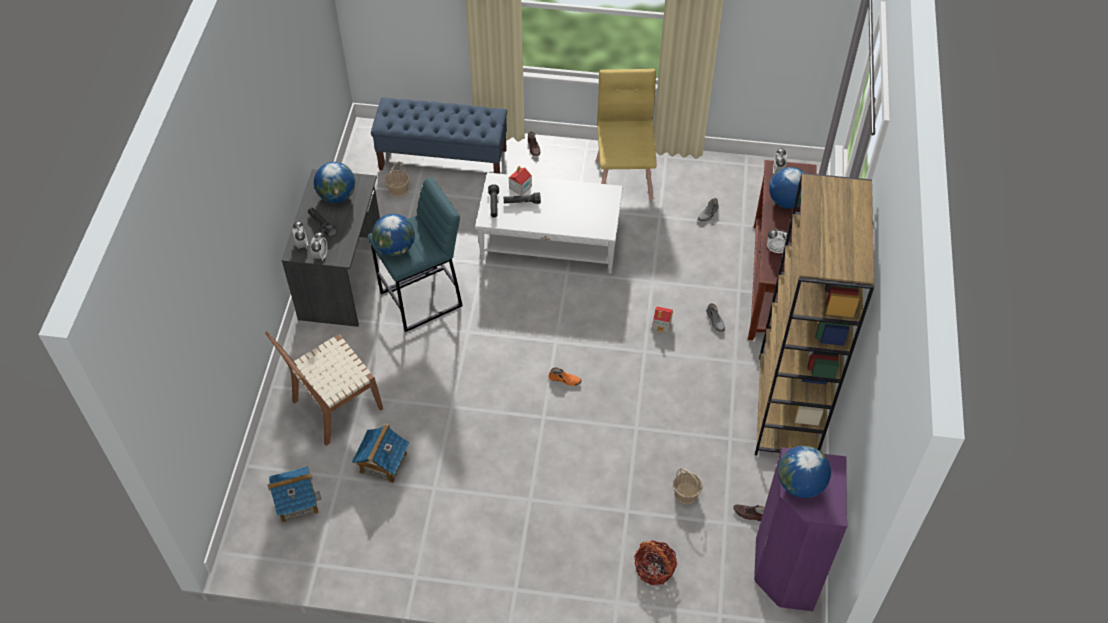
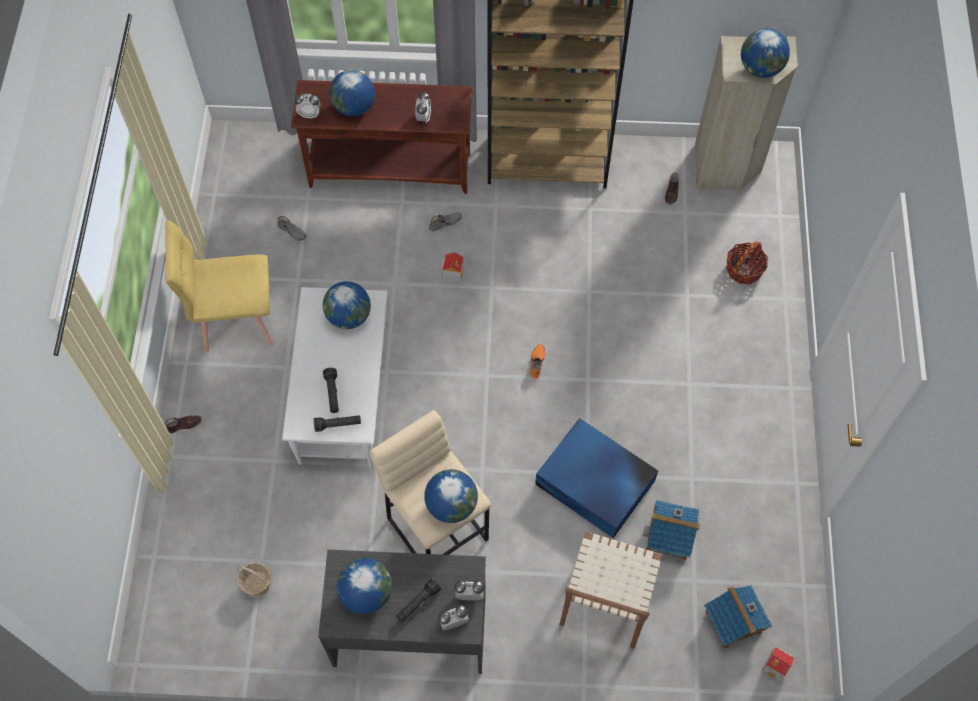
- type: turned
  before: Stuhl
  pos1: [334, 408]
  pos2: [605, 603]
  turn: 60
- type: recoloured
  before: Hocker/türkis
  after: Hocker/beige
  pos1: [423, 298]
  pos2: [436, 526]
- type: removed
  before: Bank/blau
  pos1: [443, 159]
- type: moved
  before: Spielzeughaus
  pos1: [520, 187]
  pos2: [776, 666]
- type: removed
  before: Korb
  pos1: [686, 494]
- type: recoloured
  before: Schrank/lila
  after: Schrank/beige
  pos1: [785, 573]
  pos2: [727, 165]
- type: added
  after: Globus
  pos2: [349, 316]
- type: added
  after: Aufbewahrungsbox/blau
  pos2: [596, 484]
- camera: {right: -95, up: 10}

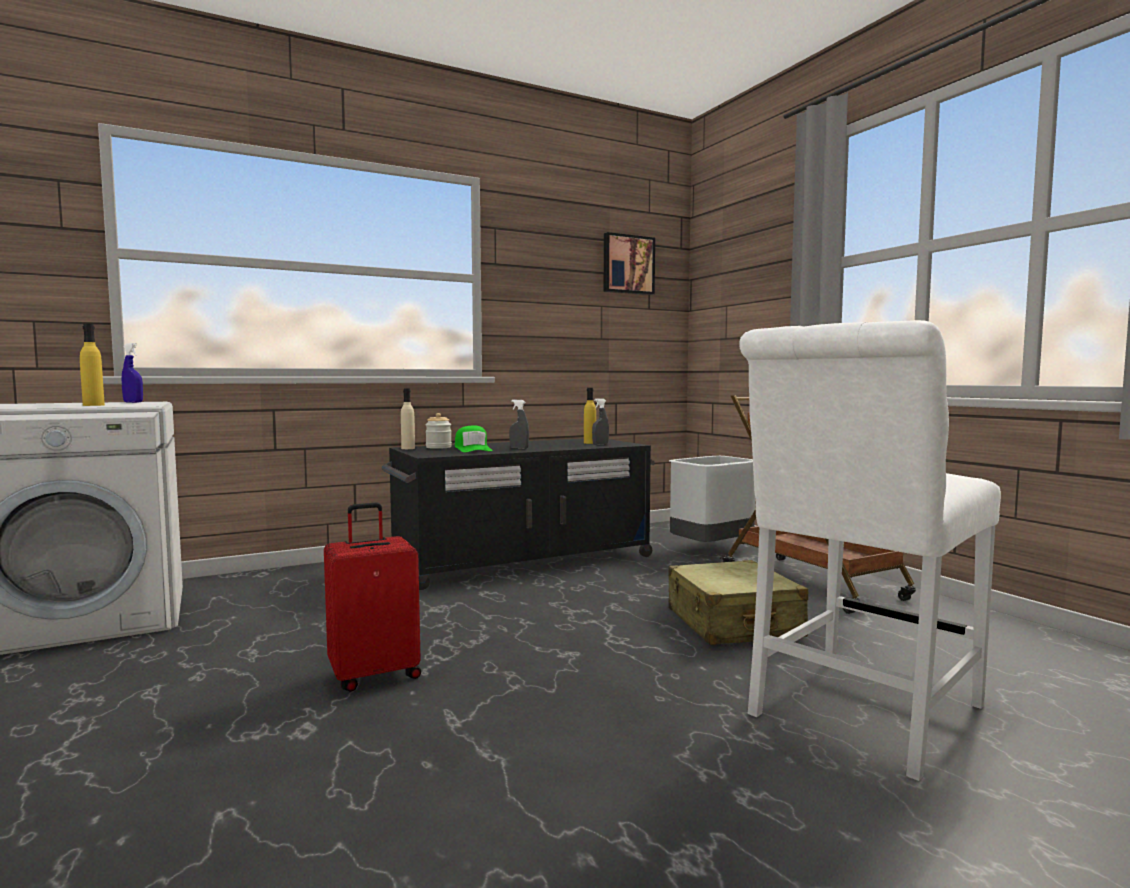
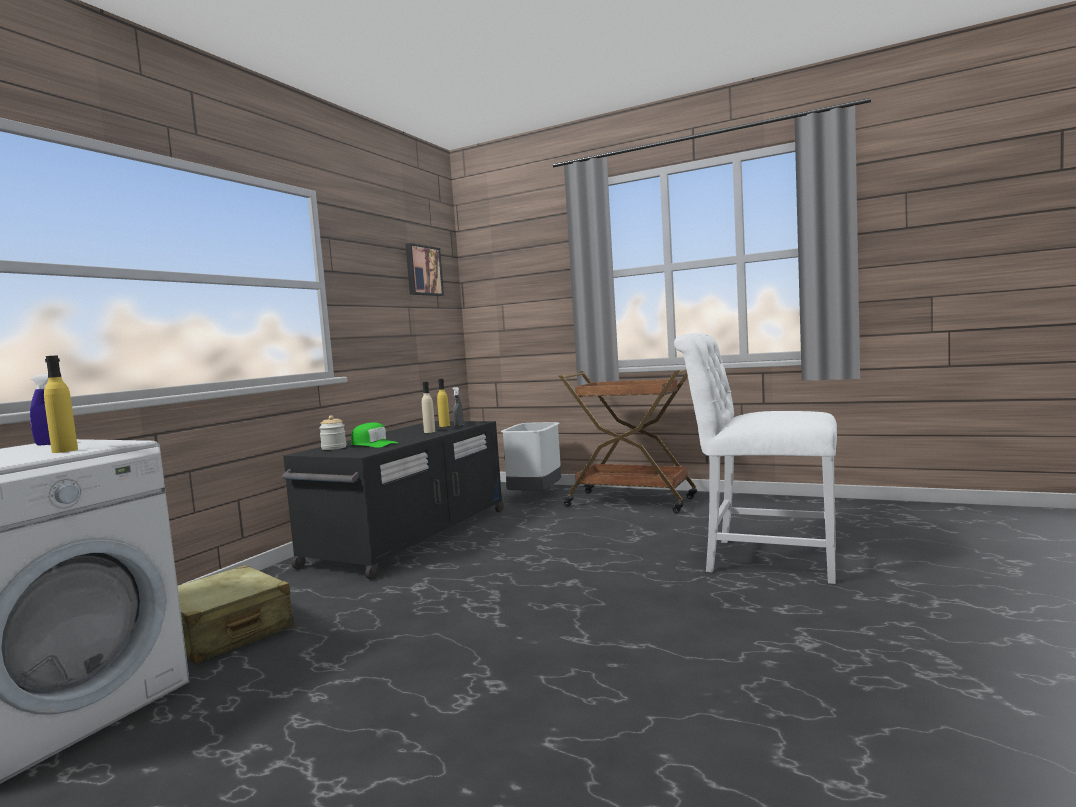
- type: removed
  before: Koffer/rot
  pos1: [375, 674]
- type: moved
  before: Flasche/beige
  pos1: [408, 448]
  pos2: [429, 432]
- type: removed
  before: Sprühflasche/grau
  pos1: [519, 448]
- type: moved
  before: Koffer/beige
  pos1: [732, 623]
  pos2: [226, 632]
- type: turned
  before: Stuhl/weiß
  pos1: [858, 714]
  pos2: [763, 558]
  turn: 105
- camera: {right: -35, up: 0}

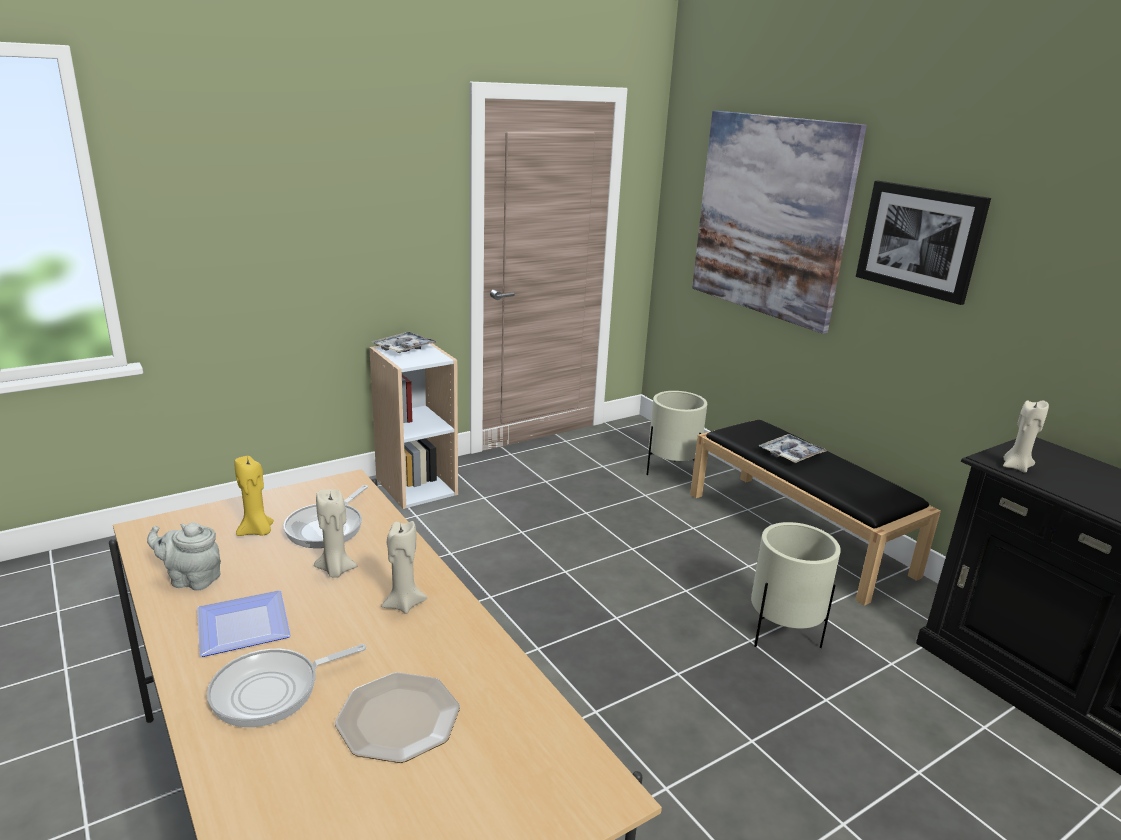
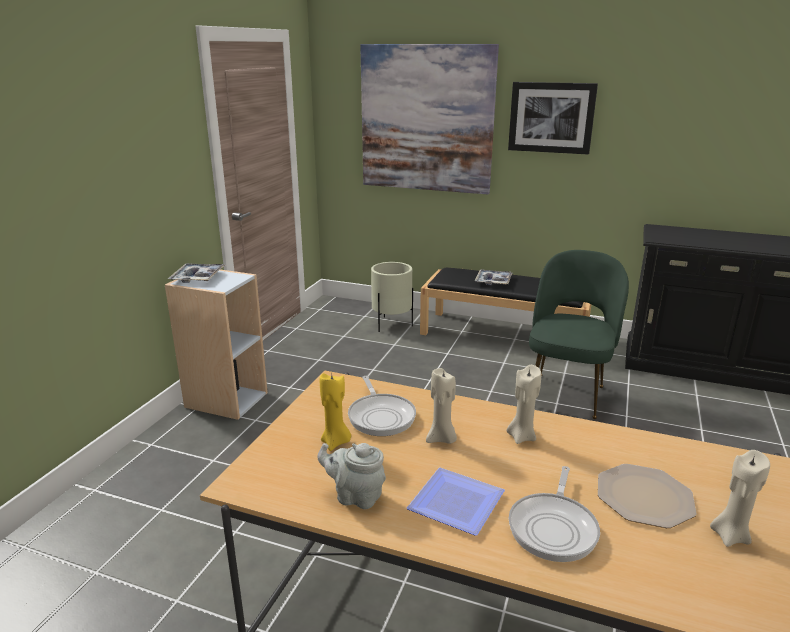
- type: turned
  before: Teekanne/grau
  pos1: [192, 579]
  pos2: [355, 496]
  turn: 45
- type: replaced
  before: Pflanzkübel/beige
  after: Stuhl/grün
  pos1: [783, 634]
  pos2: [567, 392]
- type: moved
  before: Kerze/beige
  pos1: [1016, 467]
  pos2: [730, 535]
- camera: {right: -35, up: 0}

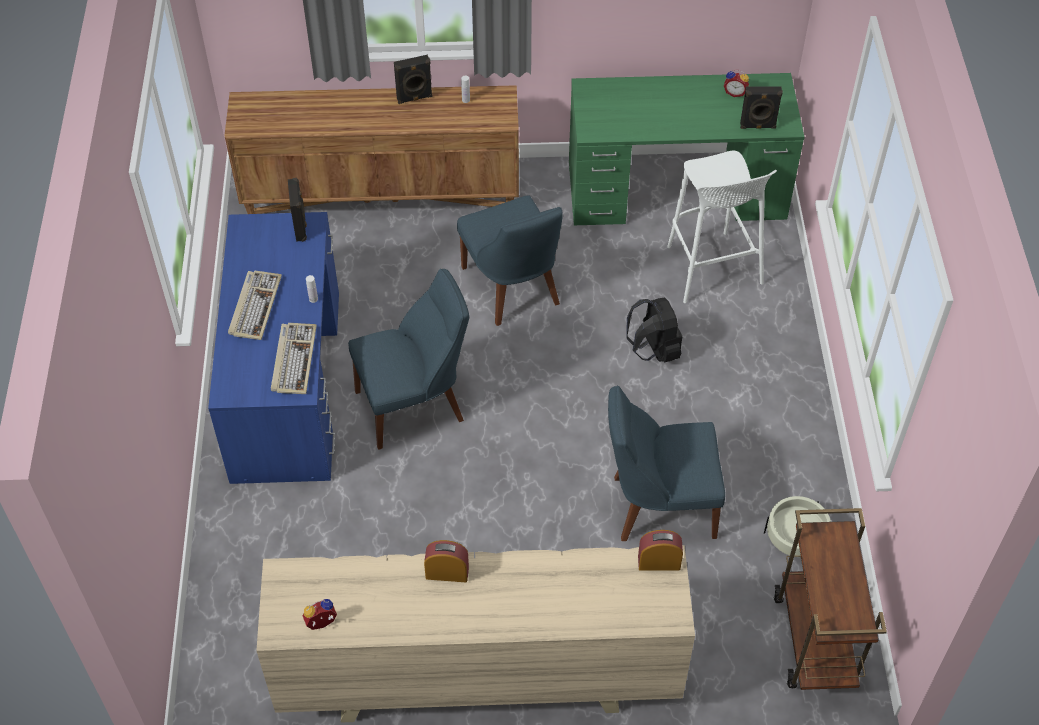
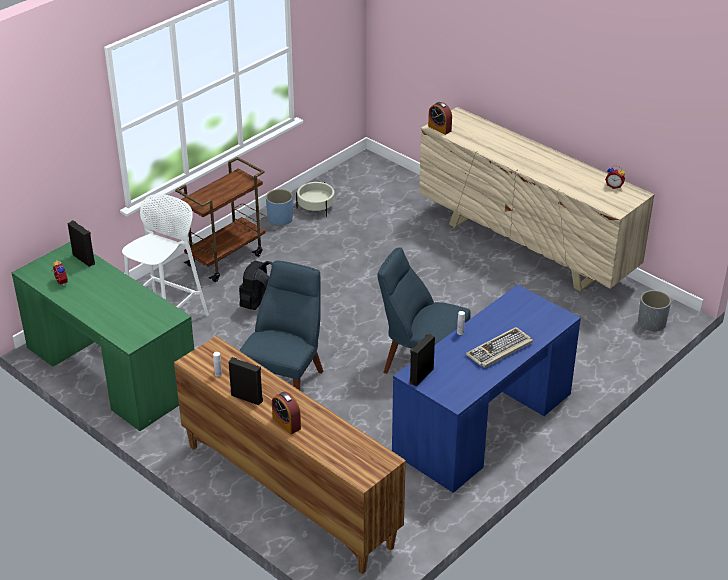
- type: removed
  before: Tastatur
  pos1: [293, 360]
- type: moved
  before: Wecker
  pos1: [447, 573]
  pos2: [286, 423]
- type: removed
  before: Stuhl/blau
  pos1: [658, 506]
- type: moved
  before: Rollwagen/braun
  pos1: [814, 646]
  pos2: [227, 259]
- type: added
  after: Pflanzkübel/blau
  pos2: [280, 219]
- type: added
  after: Pflanzkübel/grau
  pos2: [651, 323]
- camera: {right: -135, up: -15}

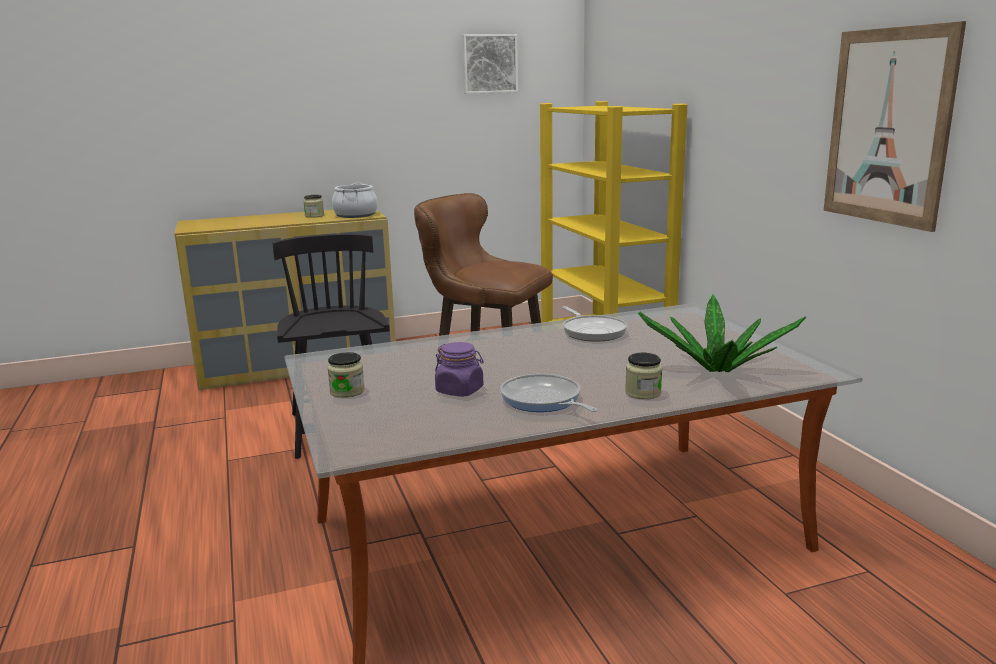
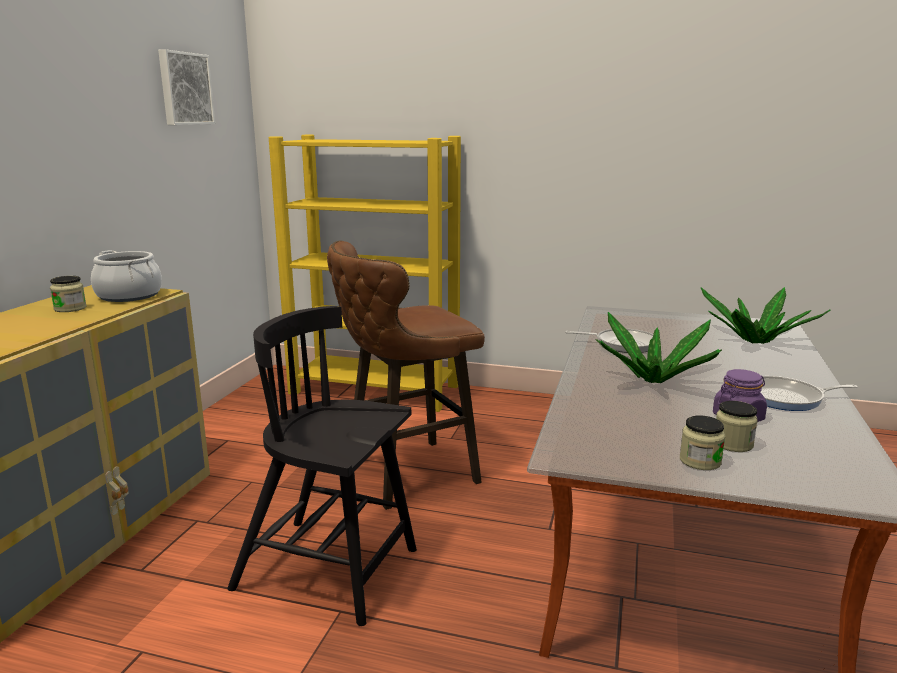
- type: moved
  before: Vorratsglas
  pos1: [643, 393]
  pos2: [733, 444]
- type: removed
  before: Bild
  pos1: [888, 127]
- type: added
  after: Topfpflanze
  pos2: [653, 380]
- camera: {right: -55, up: 0}

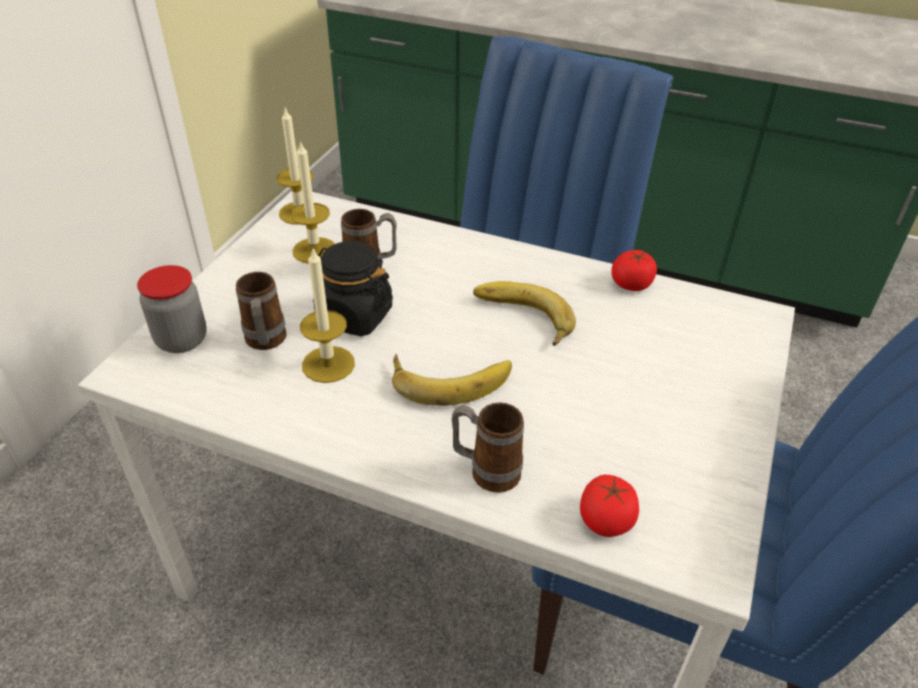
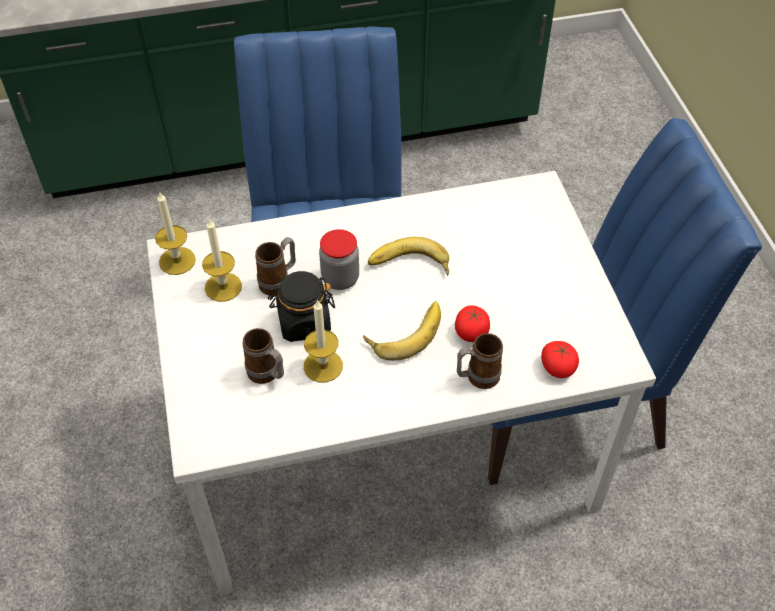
- type: moved
  before: Vorratsglas
  pos1: [182, 340]
  pos2: [340, 279]
- type: moved
  before: Tomate
  pos1: [631, 283]
  pos2: [471, 332]
- camera: {right: -35, up: 10}

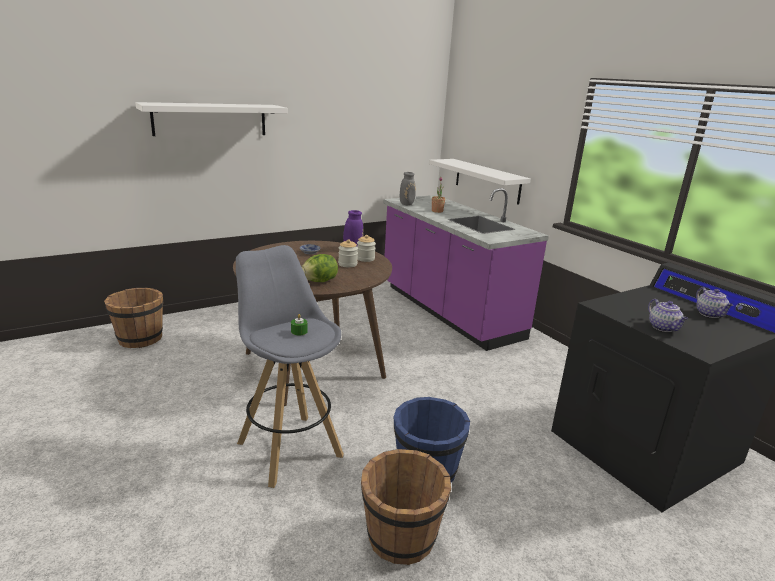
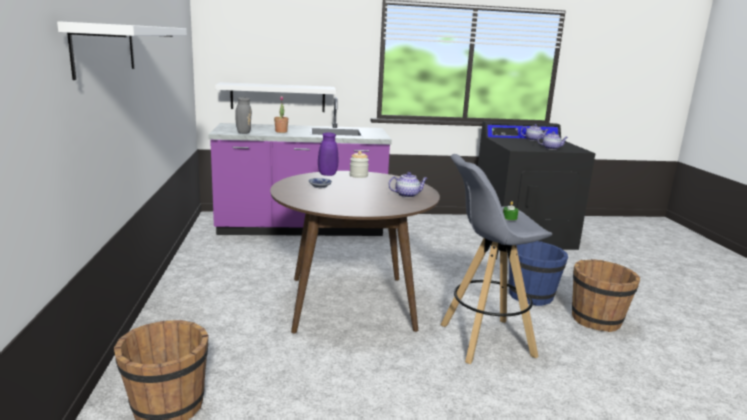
- type: replaced
  before: Salatkopf
  after: Teekanne
  pos1: [319, 281]
  pos2: [407, 195]
- type: removed
  before: Vorratsglas
  pos1: [347, 264]
- camera: {right: -65, up: -5}

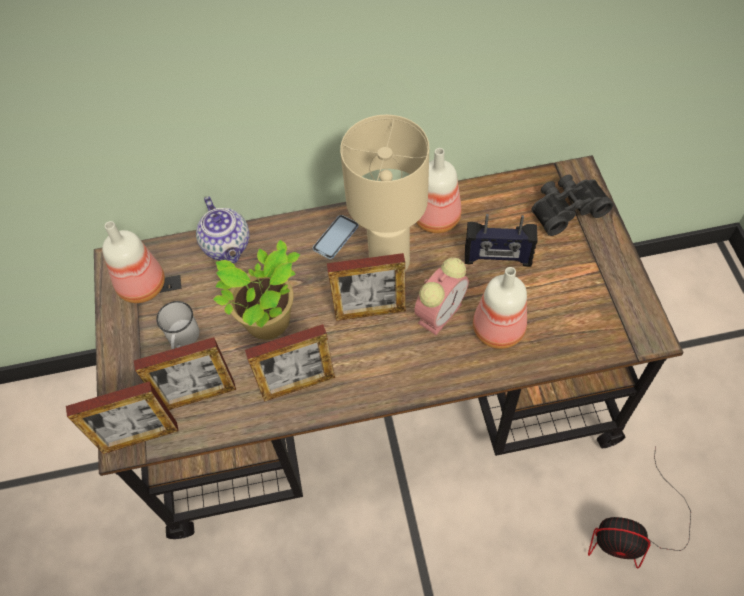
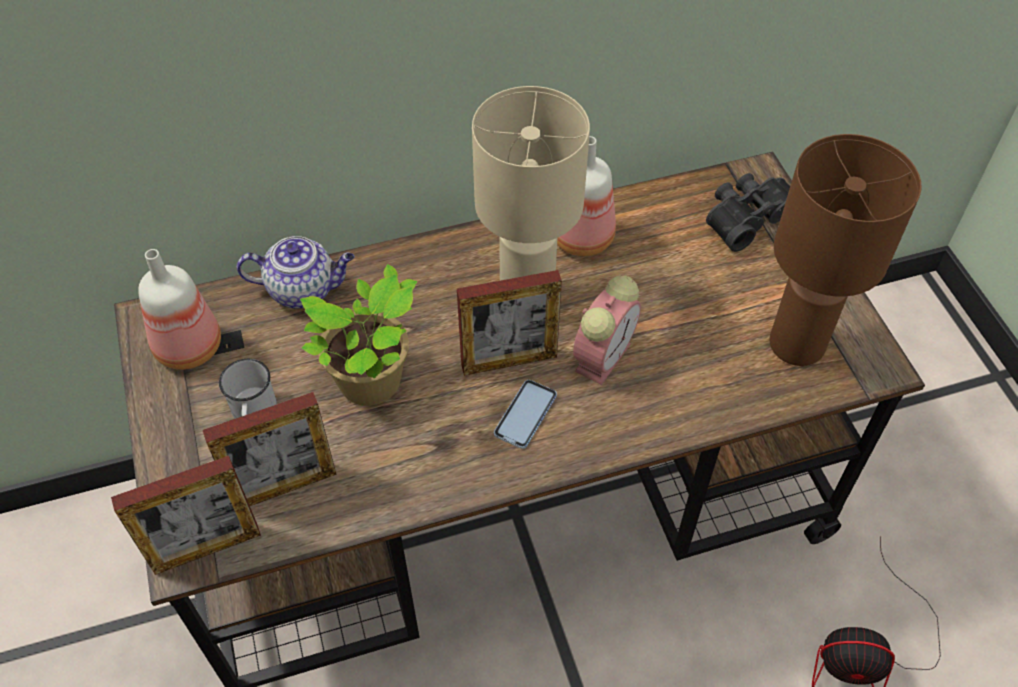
- type: turned
  before: Teekanne
  pos1: [228, 246]
  pos2: [304, 289]
  turn: -60
- type: removed
  before: Bilderrahmen
  pos1: [298, 385]
- type: moved
  before: Handy
  pos1: [335, 238]
  pos2: [525, 415]
- type: removed
  before: Radio
  pos1: [497, 258]
- type: removed
  before: Flasche
  pos1: [496, 329]
- type: added
  after: Tischlampe/braun
  pos2: [796, 345]
- camera: {right: -10, up: -5}

